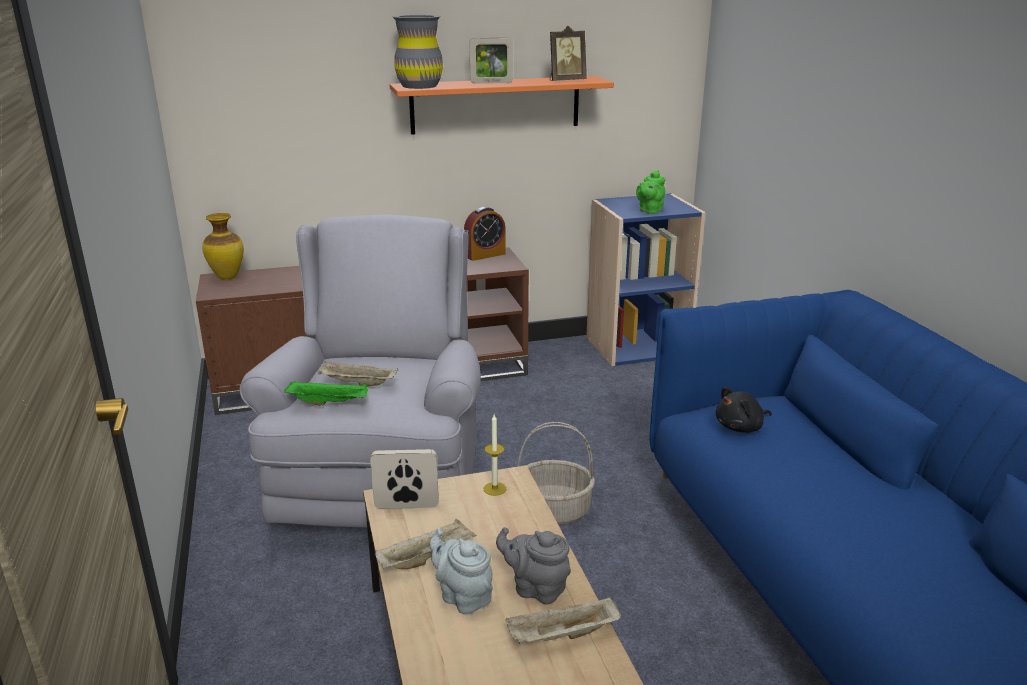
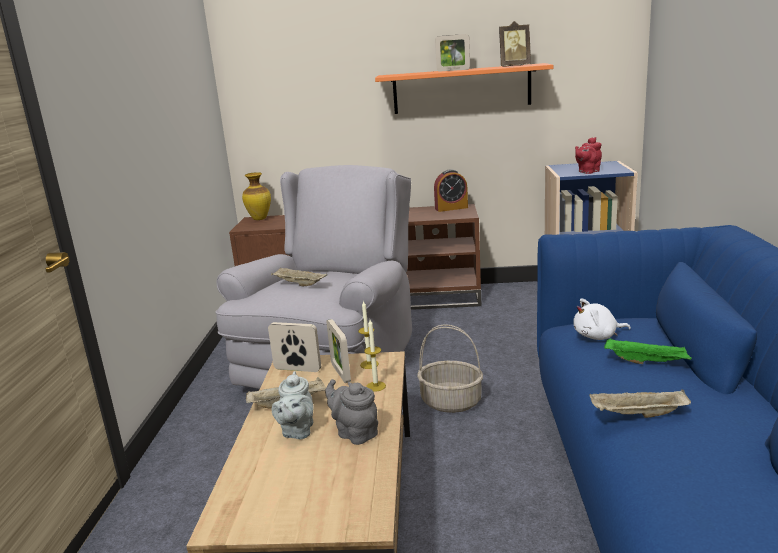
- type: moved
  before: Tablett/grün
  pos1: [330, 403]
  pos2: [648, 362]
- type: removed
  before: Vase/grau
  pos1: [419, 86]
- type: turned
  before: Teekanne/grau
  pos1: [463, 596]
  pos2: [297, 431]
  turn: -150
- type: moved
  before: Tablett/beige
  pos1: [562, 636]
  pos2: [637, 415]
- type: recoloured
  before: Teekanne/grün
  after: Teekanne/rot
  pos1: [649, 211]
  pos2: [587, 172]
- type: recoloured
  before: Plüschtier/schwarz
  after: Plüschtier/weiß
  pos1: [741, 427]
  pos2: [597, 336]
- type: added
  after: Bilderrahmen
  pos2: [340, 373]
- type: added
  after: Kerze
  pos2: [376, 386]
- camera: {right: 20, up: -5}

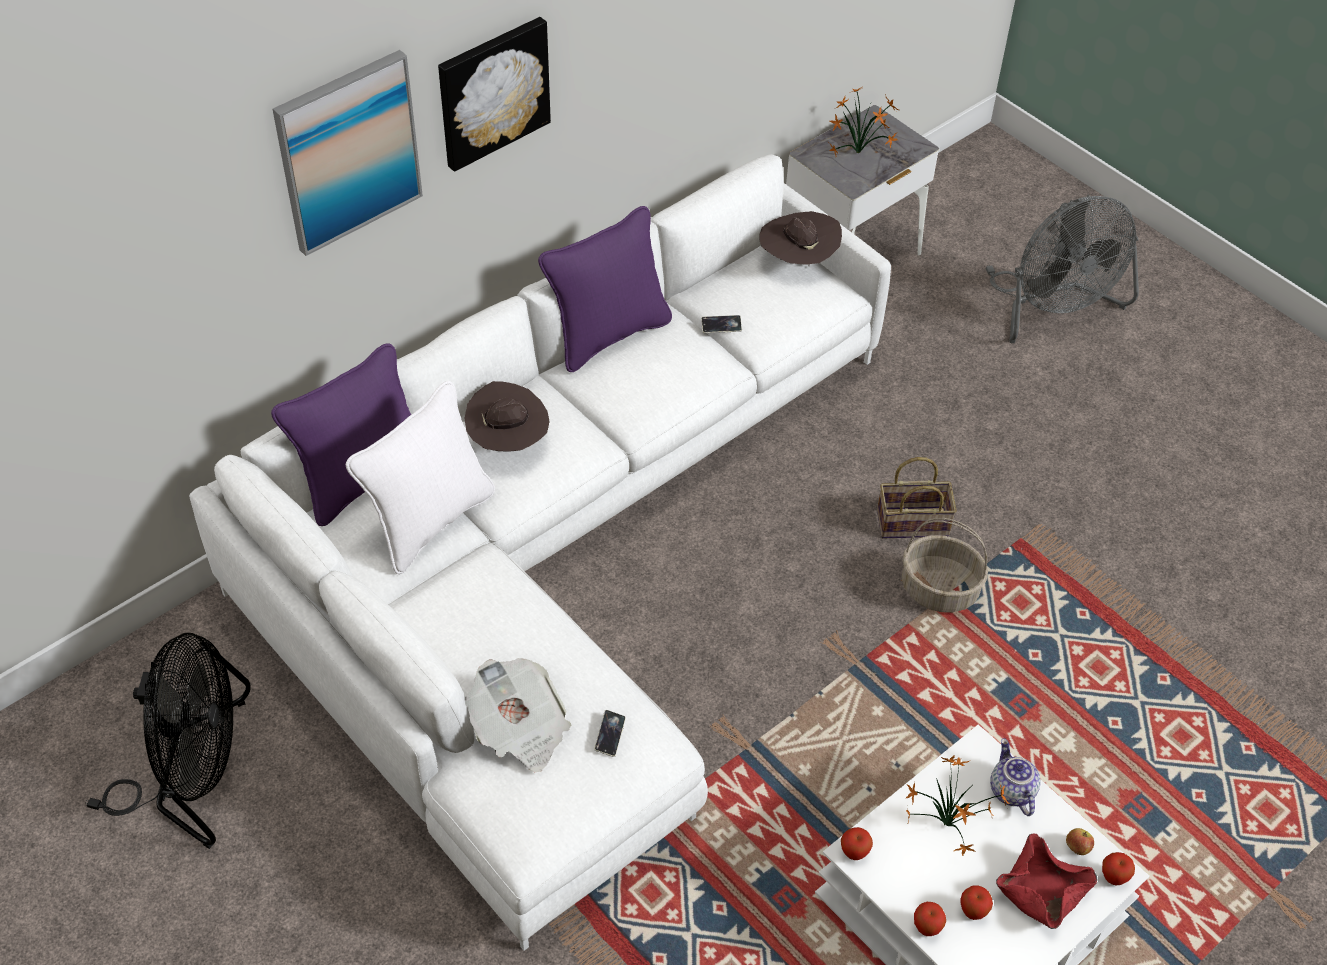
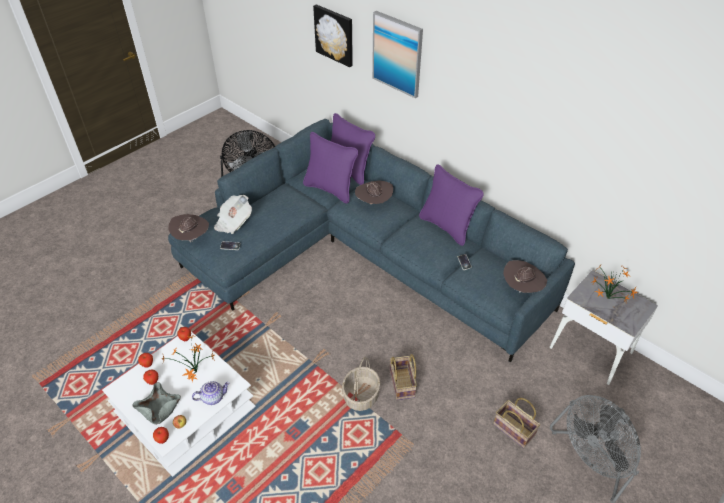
- type: recoloured
  before: Sofa/weiß
  after: Sofa/blau
  pos1: [554, 553]
  pos2: [359, 255]
- type: recoloured
  before: Kissen/weiß
  after: Kissen/lila
  pos1: [430, 522]
  pos2: [330, 189]
- type: moved
  before: Bild
  pos1: [492, 91]
  pos2: [335, 35]
- type: recoloured
  before: Schüssel/rot
  after: Schüssel/grau
  pos1: [1042, 892]
  pos2: [159, 409]
- type: added
  after: Hut/braun
  pos2: [192, 238]
- type: added
  after: Korb
  pos2: [512, 429]
- camera: {right: 85, up: -5}

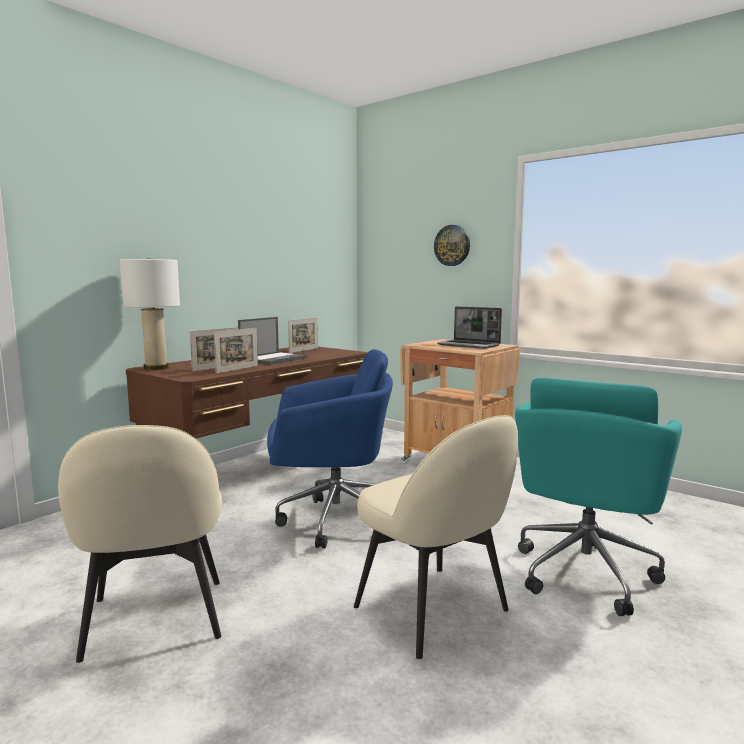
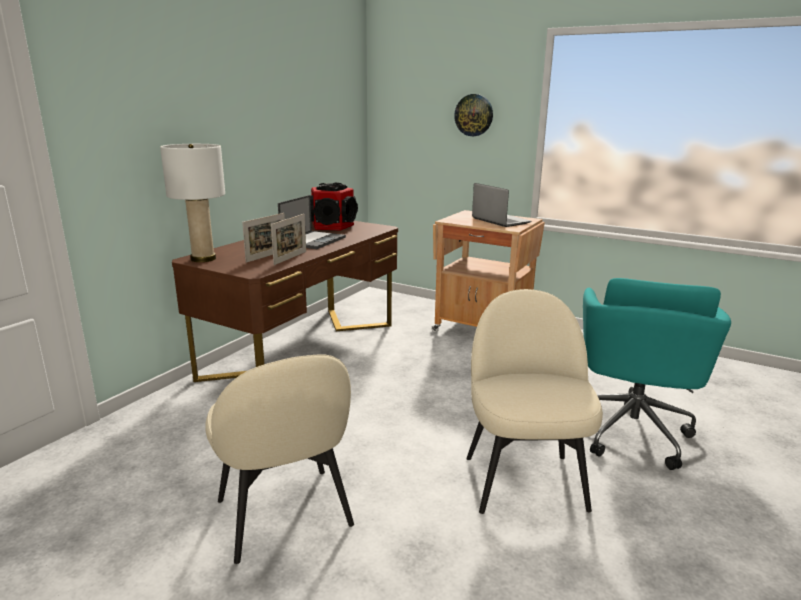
- type: removed
  before: Bürostuhl/blau
  pos1: [329, 522]
- type: replaced
  before: Bilderrahmen
  after: Lautsprecher
  pos1: [303, 350]
  pos2: [331, 226]
- type: turned
  before: Stuhl/beige
  pos1: [434, 610]
  pos2: [524, 480]
  turn: -135
- type: turned
  before: Laptop
  pos1: [469, 345]
  pos2: [499, 221]
  turn: -150
- camera: {right: -10, up: 10}

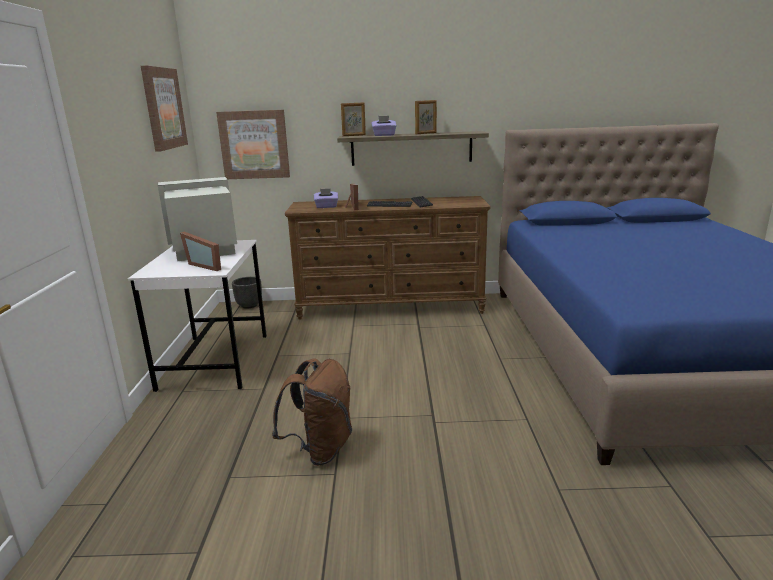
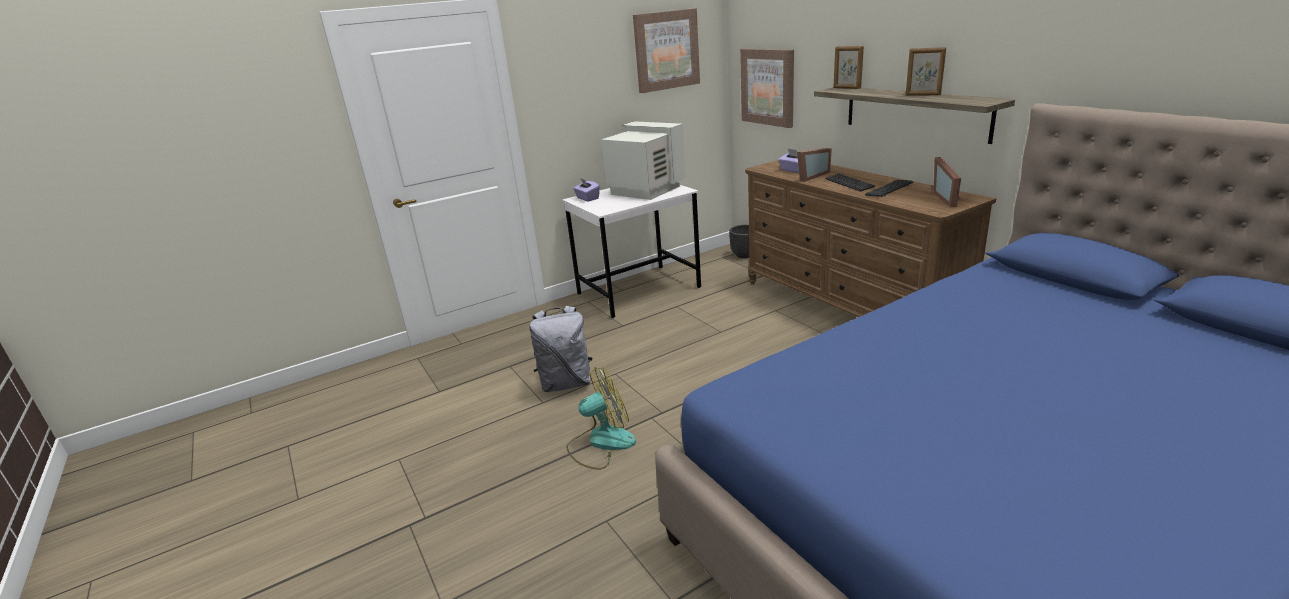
- type: moved
  before: Bilderrahmen
  pos1: [207, 265]
  pos2: [949, 198]
- type: recoloured
  before: Rucksack/braun
  after: Rucksack/grau
  pos1: [320, 449]
  pos2: [566, 383]
- type: moved
  before: Taschentuchbox/lila
  pos1: [384, 135]
  pos2: [587, 198]
- type: added
  after: Ventilator
  pos2: [601, 443]
- camera: {right: 60, up: 5}

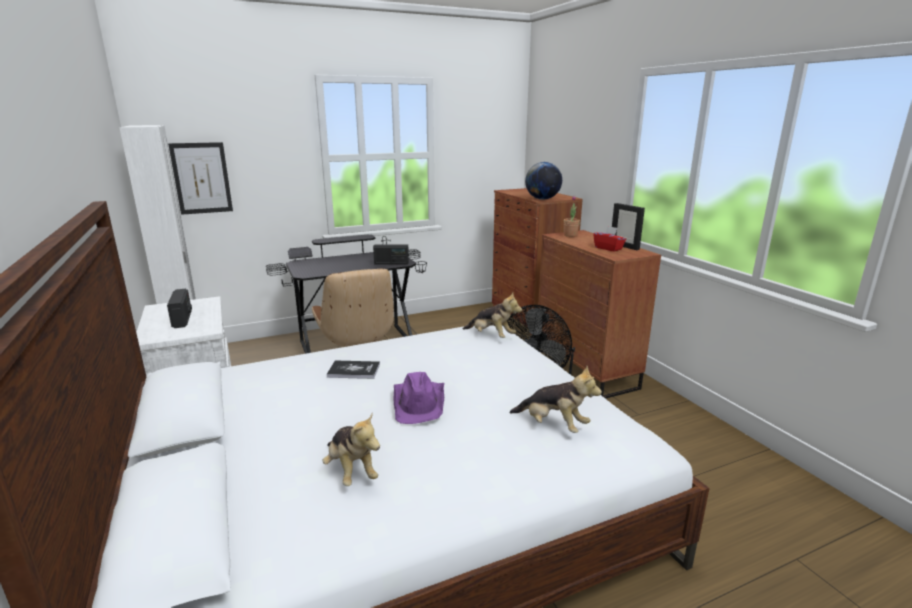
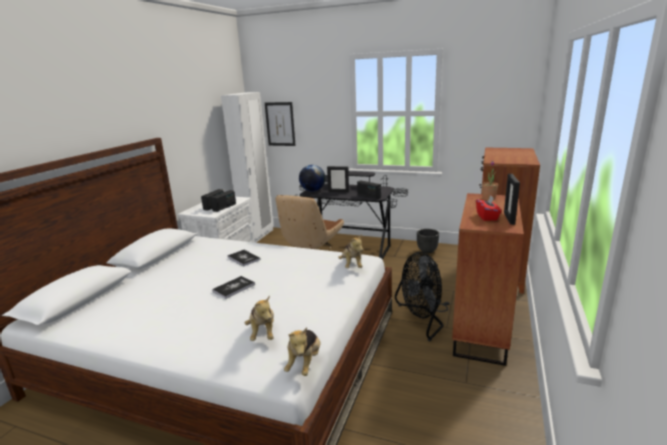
- type: moved
  before: Plüschtier
  pos1: [351, 471]
  pos2: [304, 363]
- type: replaced
  before: Hut/lila
  after: Buch
  pos1: [419, 403]
  pos2: [234, 288]
- type: moved
  before: Globus
  pos1: [542, 199]
  pos2: [313, 191]
- type: added
  after: Radio
  pos2: [224, 207]
- type: added
  after: Bilderrahmen
  pos2: [338, 191]
- type: added
  after: Pflanzkübel/schwarz
  pos2: [427, 251]
- camera: {right: 45, up: 0}

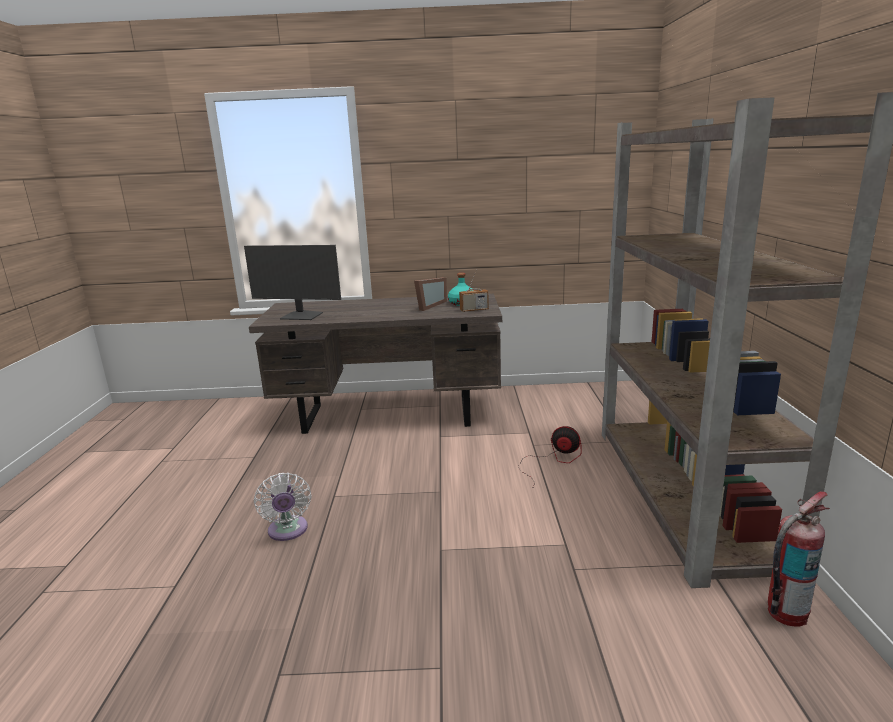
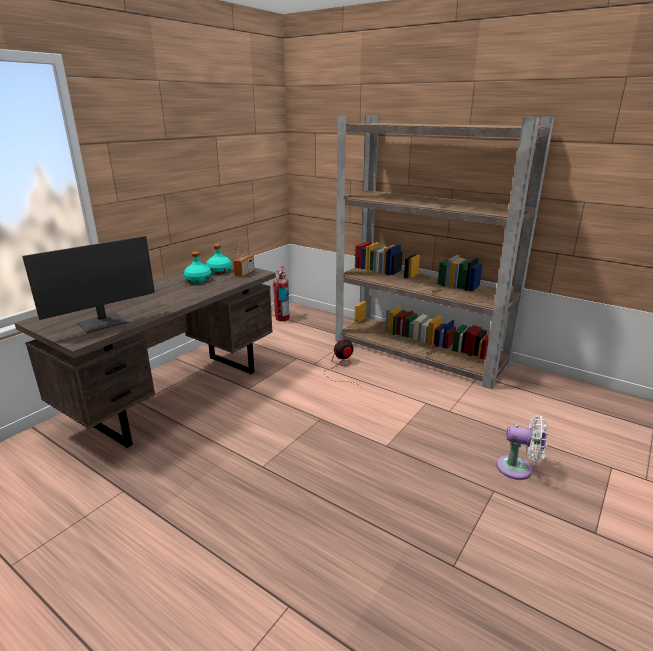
- type: moved
  before: Ventilator/weiß
  pos1: [288, 531]
  pos2: [518, 469]
- type: replaced
  before: Bilderrahmen
  after: Flasche/türkis
  pos1: [428, 305]
  pos2: [198, 280]
- type: moved
  before: Feuerlöscher
  pos1: [785, 613]
  pos2: [282, 318]
- camera: {right: -55, up: 5}

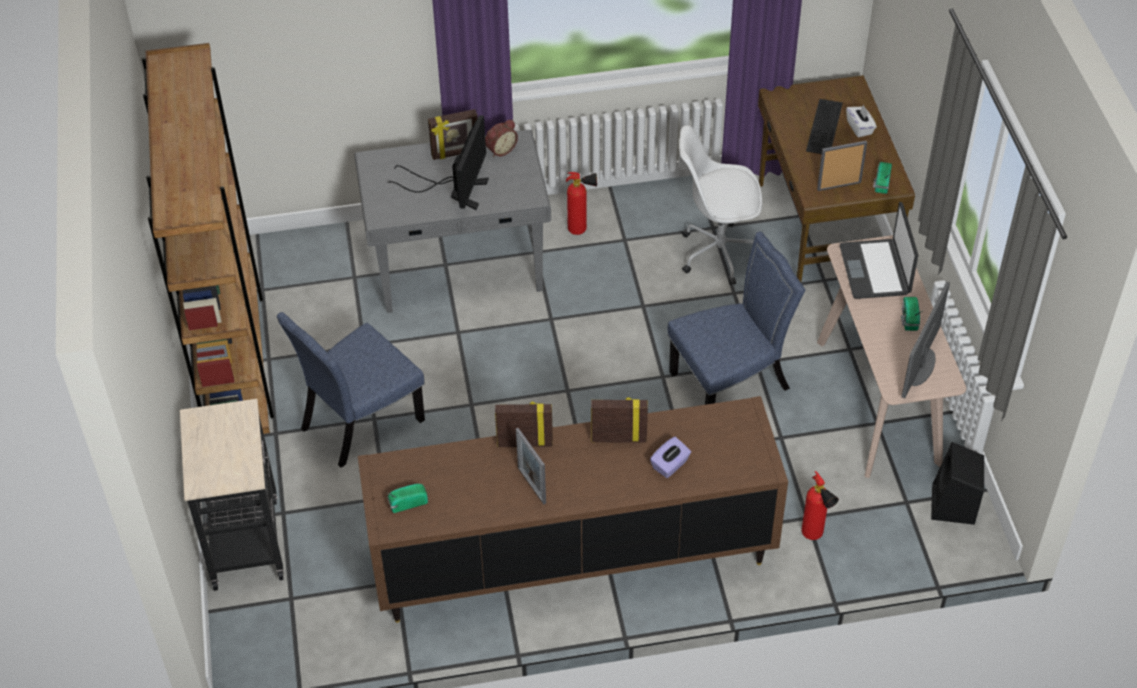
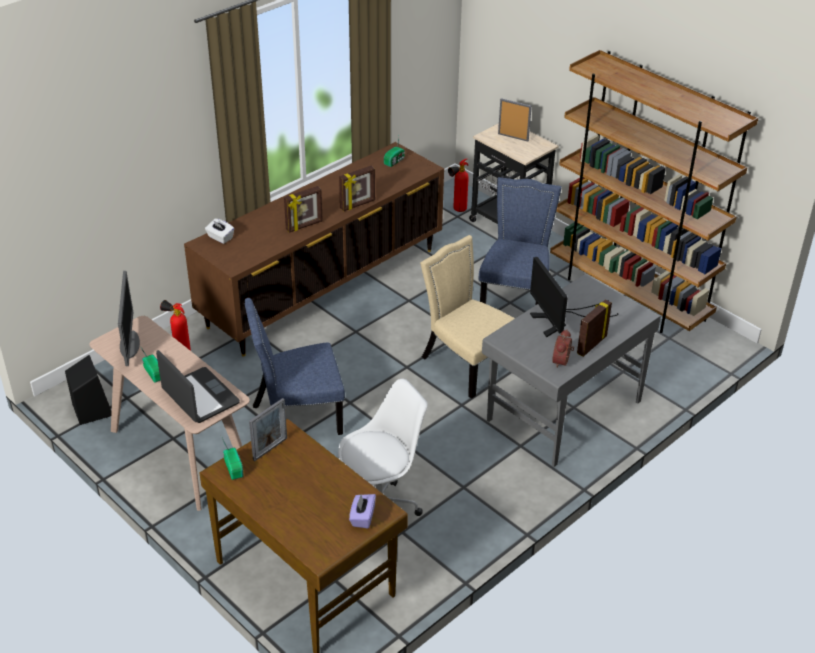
- type: moved
  before: Bilderrahmen
  pos1: [531, 485]
  pos2: [513, 137]
- type: moved
  before: Feuerlöscher
  pos1: [581, 230]
  pos2: [457, 211]
- type: moved
  before: Taschentuchbox/lila
  pos1: [670, 465]
  pos2: [362, 517]
- type: turned
  before: Stuhl/blau
  pos1: [728, 384]
  pos2: [299, 417]
  turn: 45
- type: removed
  before: Tastatur
  pos1: [825, 127]
- type: moved
  before: Taschentuchbox/weiß
  pos1: [860, 128]
  pos2: [220, 238]
- type: added
  after: Stuhl/beige
  pos2: [467, 366]
- camera: {right: 145, up: -10}

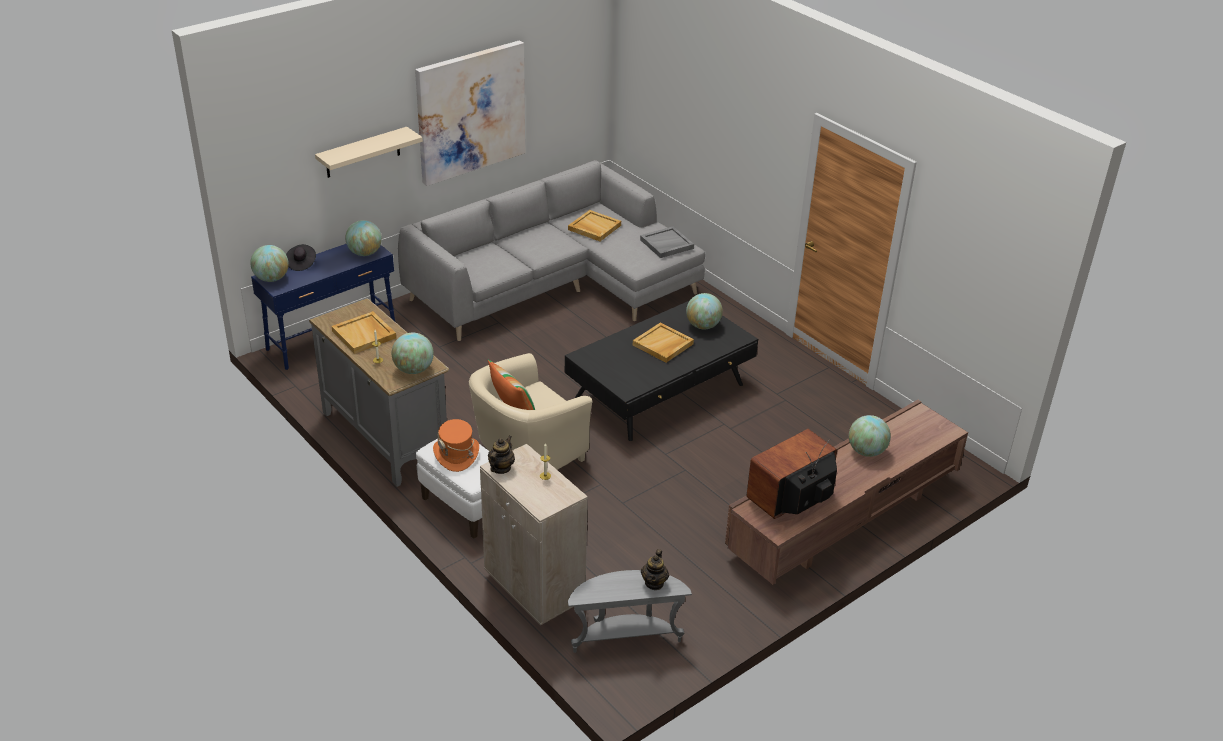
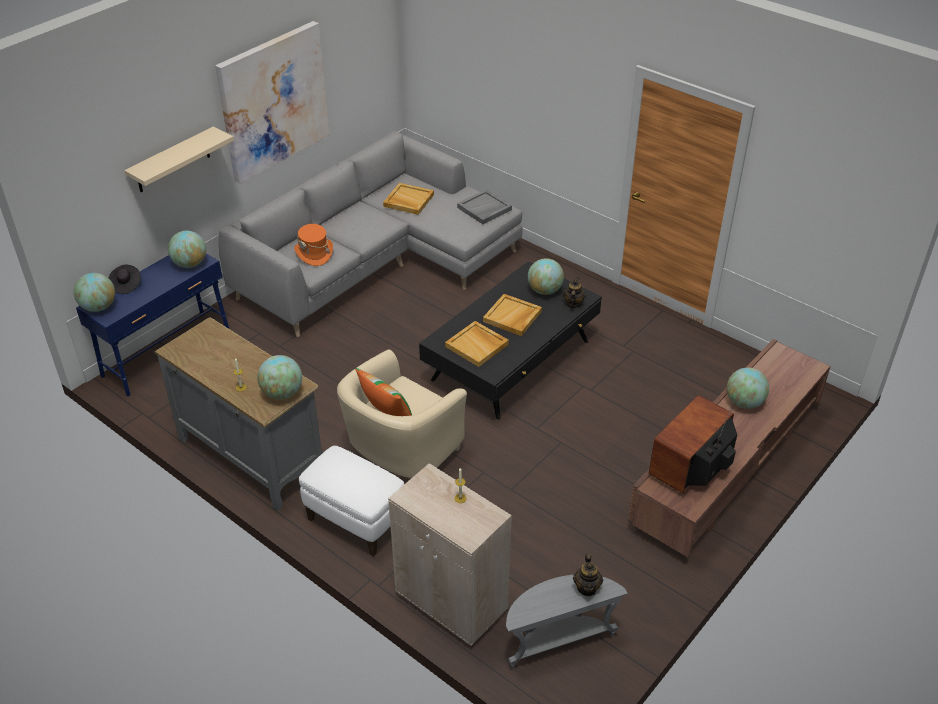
- type: moved
  before: Tablett/beige
  pos1: [364, 334]
  pos2: [477, 345]
- type: moved
  before: Hut/orange
  pos1: [456, 454]
  pos2: [314, 253]
- type: moved
  before: Teekanne
  pos1: [501, 468]
  pos2: [573, 304]
- camera: {right: -10, up: 5}

